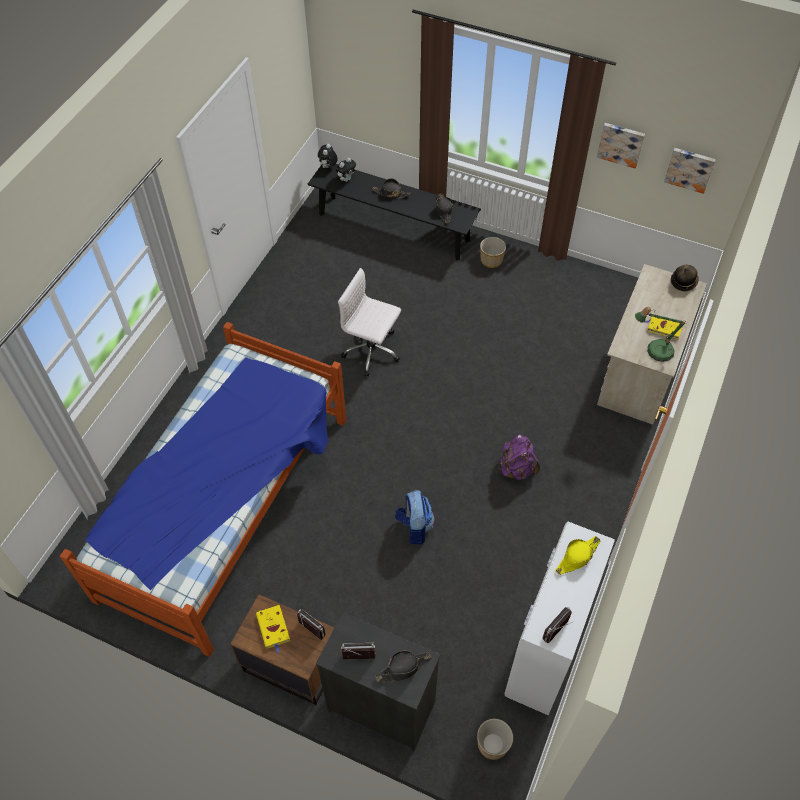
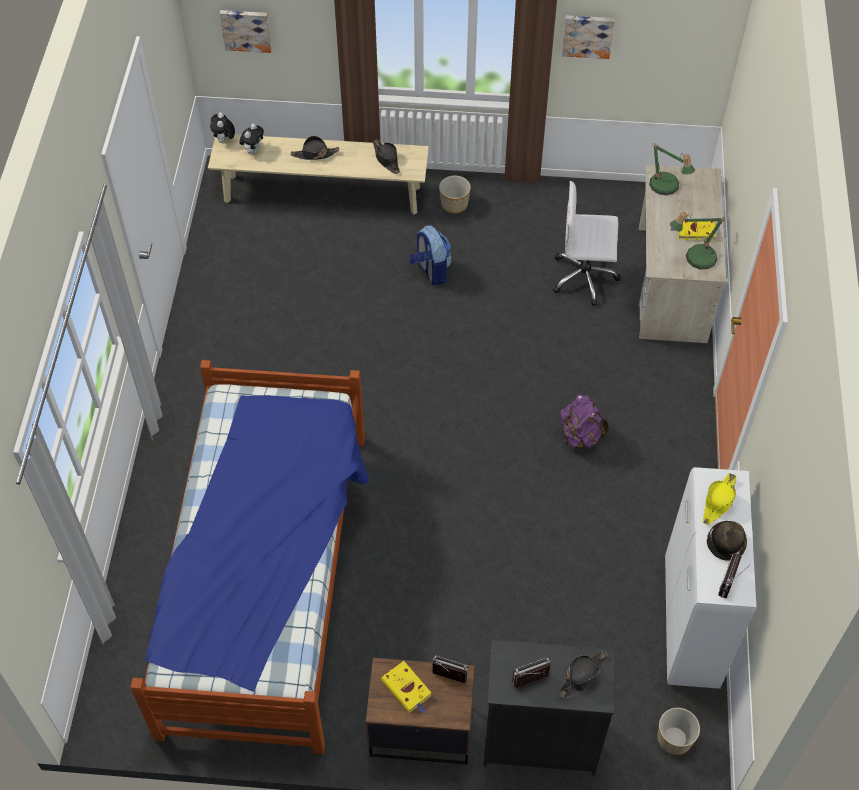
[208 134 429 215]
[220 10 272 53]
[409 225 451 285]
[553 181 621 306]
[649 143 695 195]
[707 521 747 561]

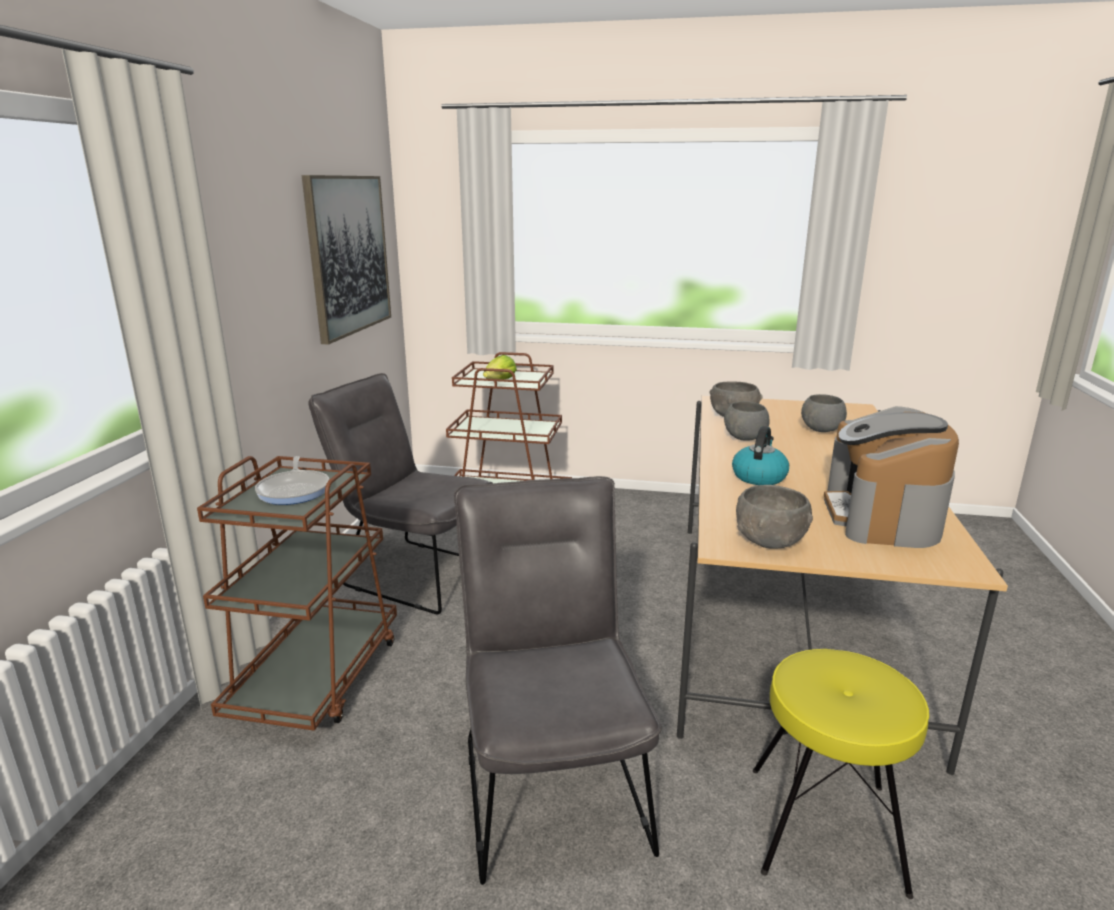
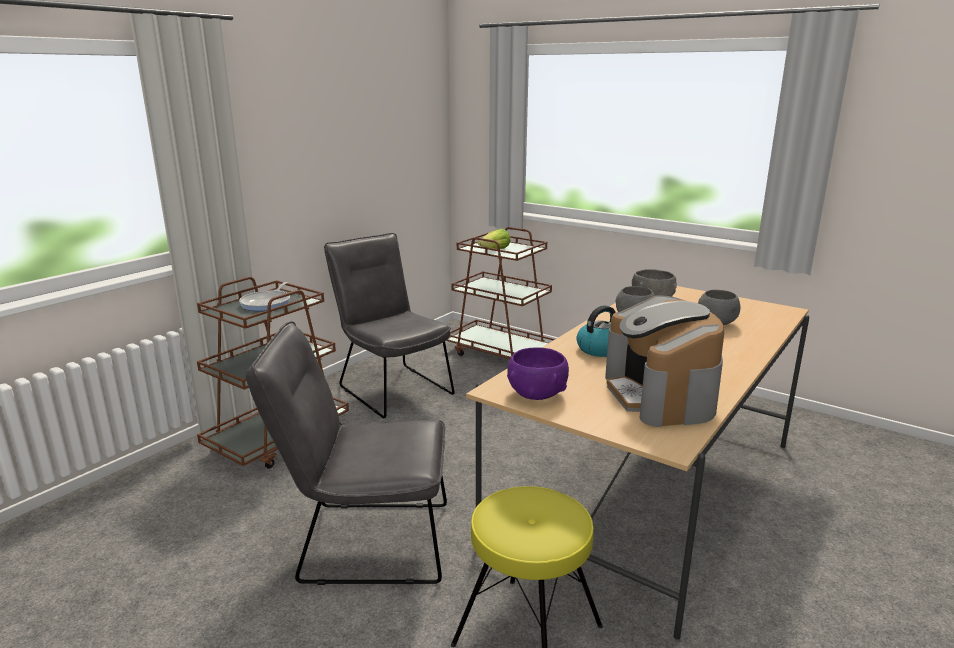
[246 321 447 585]
[507 347 569 400]
[605 295 724 427]
[302 175 391 345] (first image)

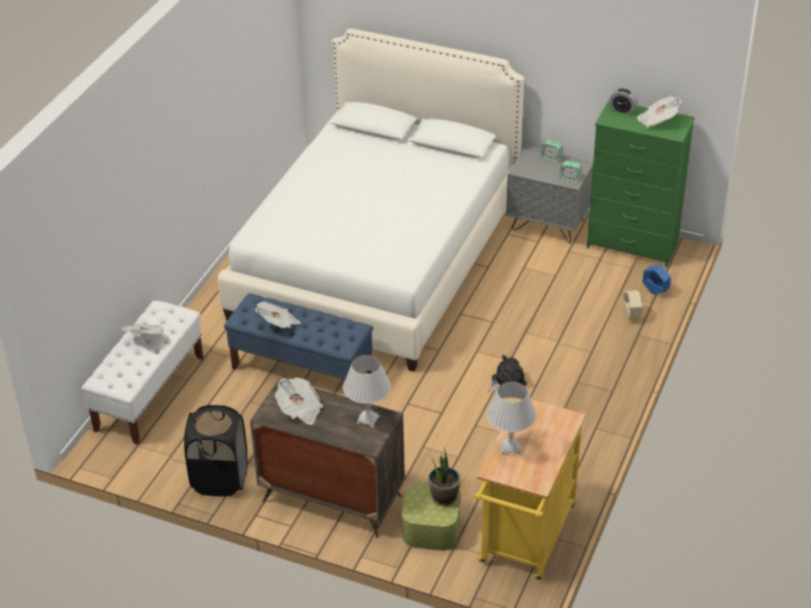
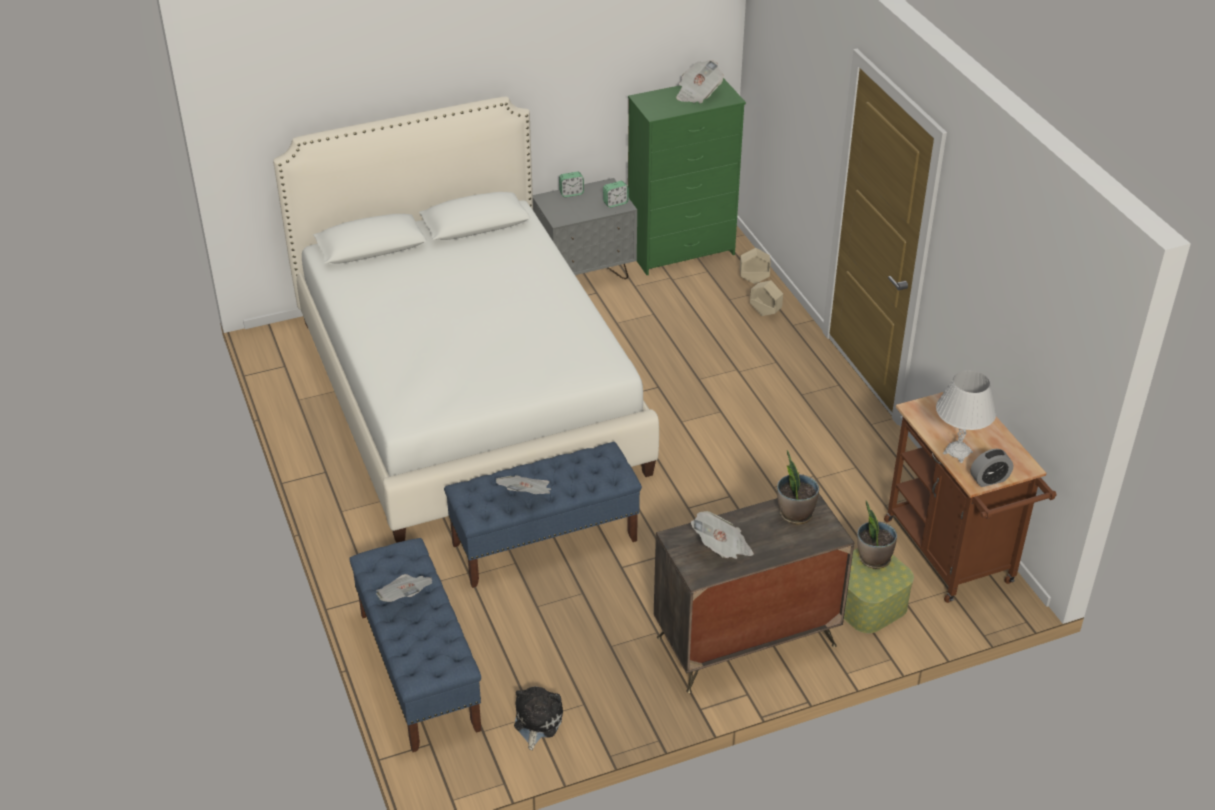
[349 538 482 752]
[514 686 563 750]
[740 248 771 284]
[777 450 819 524]
[884 392 1056 603]
[971 449 1013 487]
[184 405 247 496] (first image)

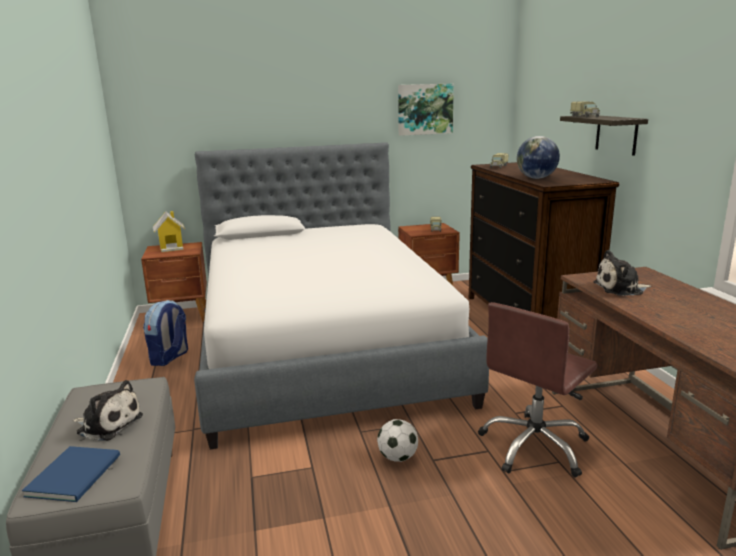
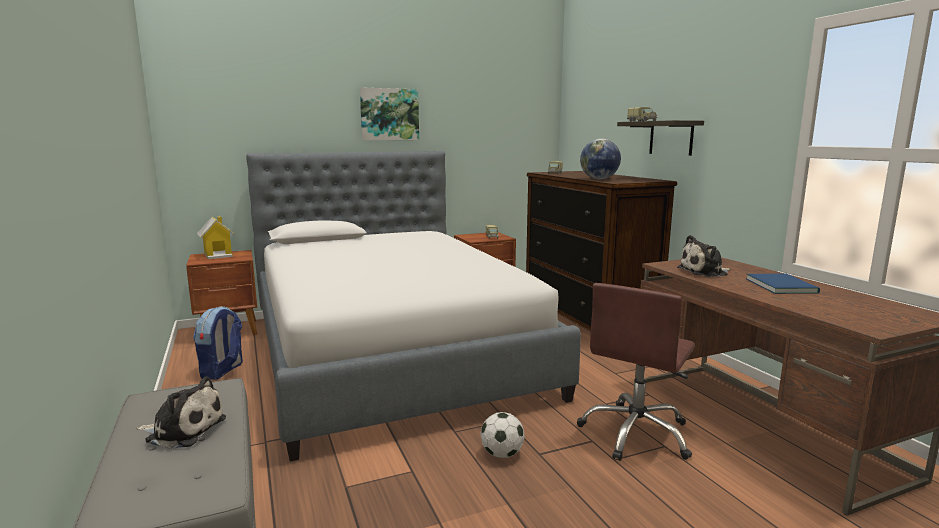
[360 87 419 140]
[746 274 820 294]

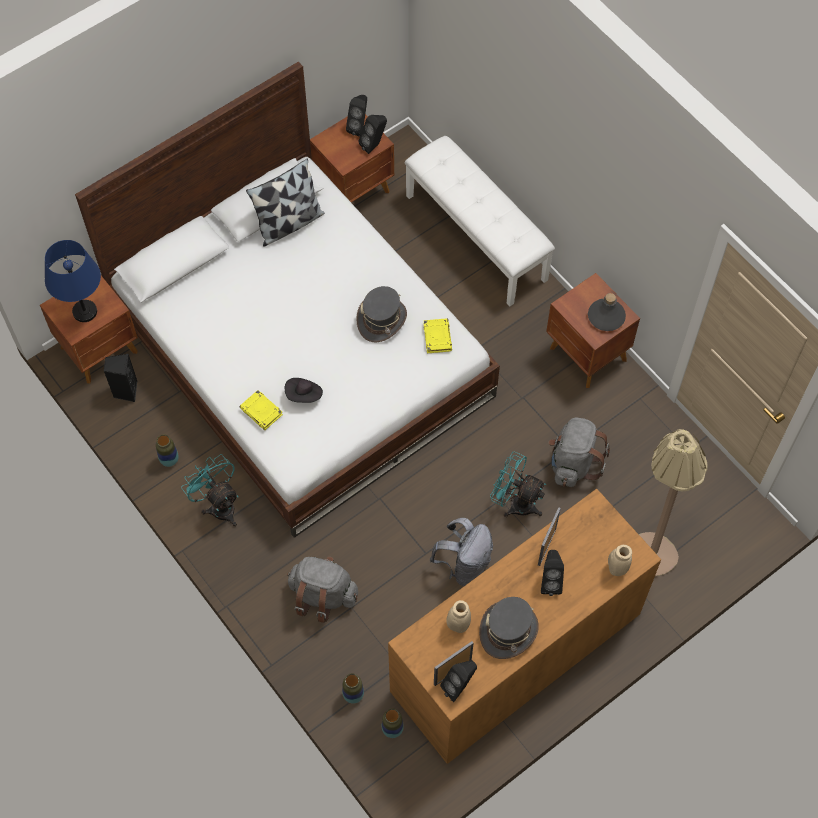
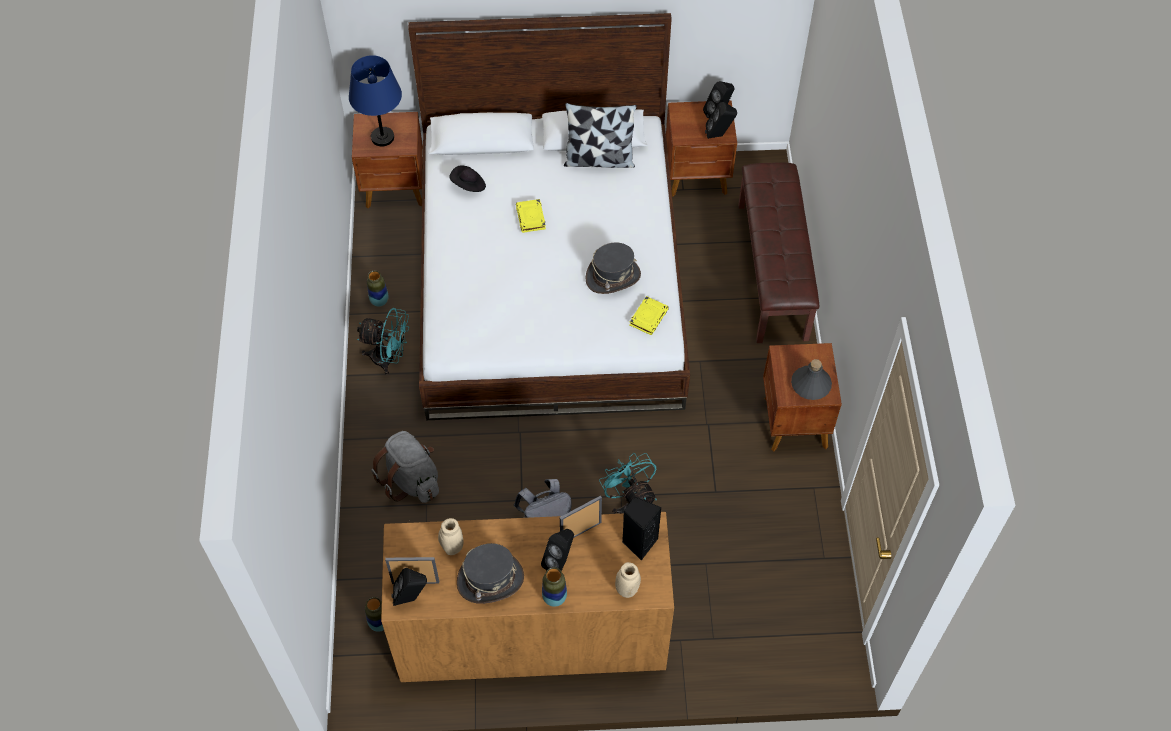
[357 308 409 375]
[449 165 486 192]
[516 199 546 233]
[542 567 567 607]
[622 496 661 560]
[738 163 819 343]
[548 418 610 487] (first image)
[639 429 708 576] (first image)

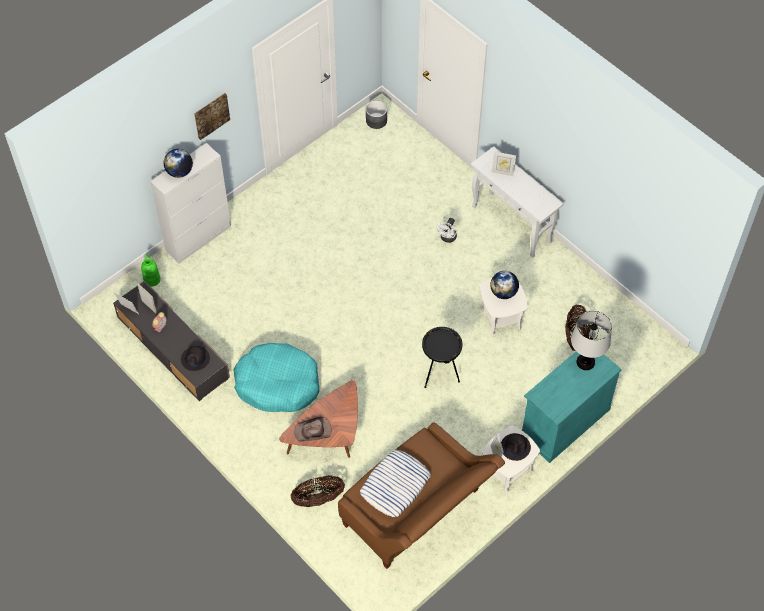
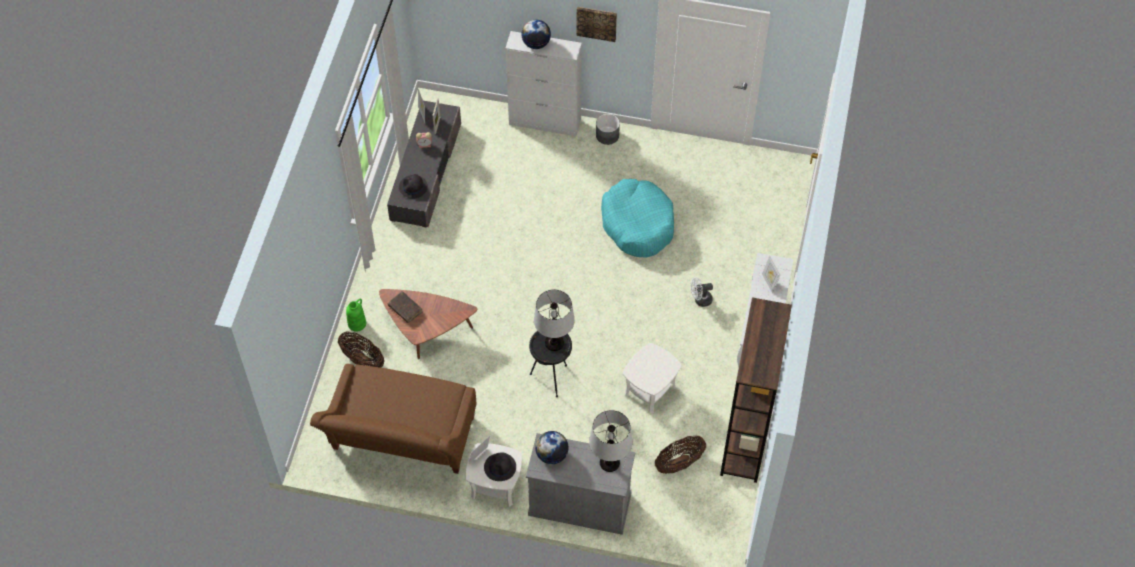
[346 299 366 332]
[388 291 423 323]
[526 433 635 535]
[534 289 575 351]
[535 431 569 464]
[596 114 620 145]
[601 179 674 258]
[720 297 792 483]
[360 450 431 517] (first image)

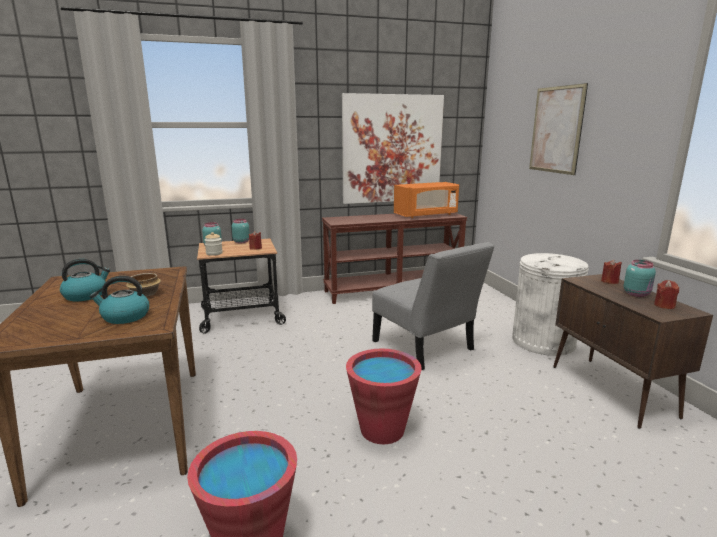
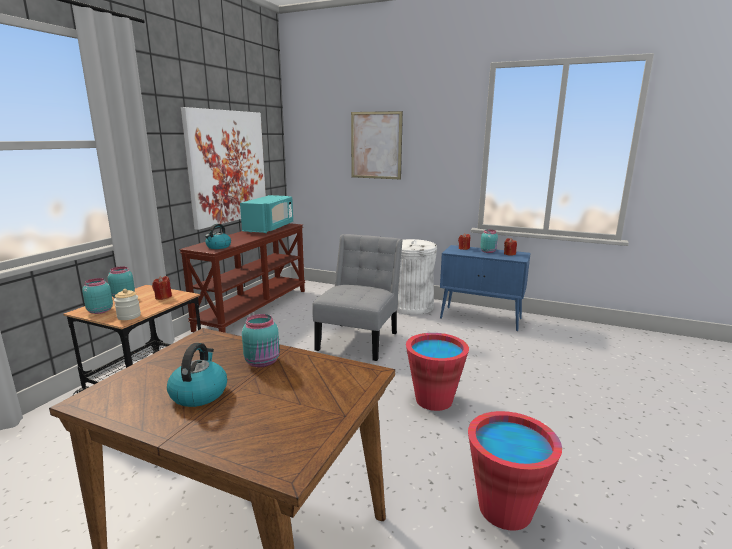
[205 224 231 249]
[240 195 293 233]
[242 314 280 367]
[312 234 402 361]
[440 245 531 331]

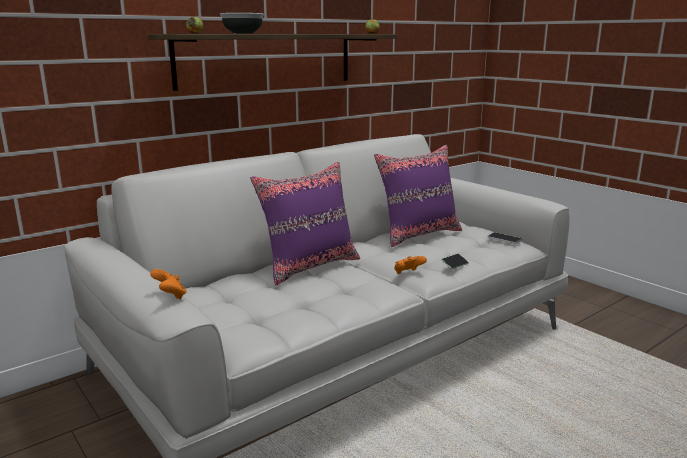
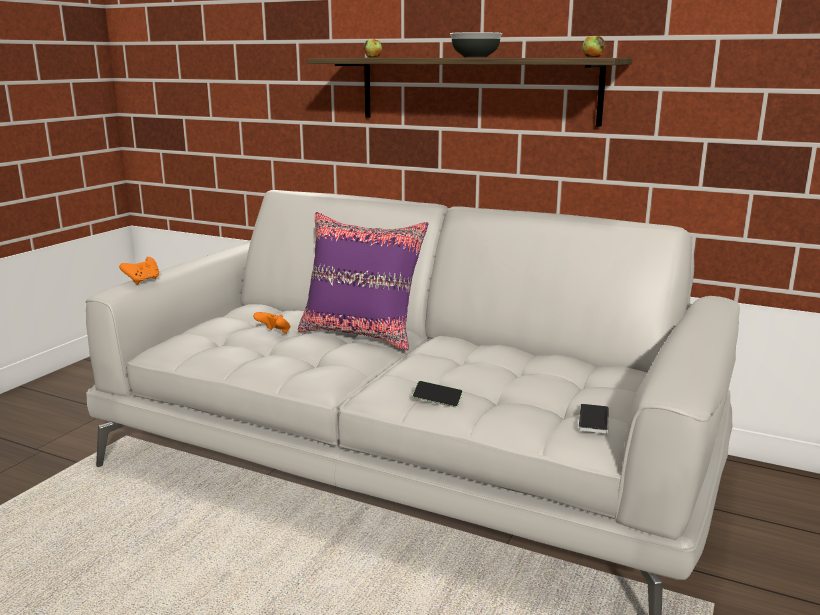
[253 312 290 334]
[450 32 502 57]
[374 145 462 247] (first image)

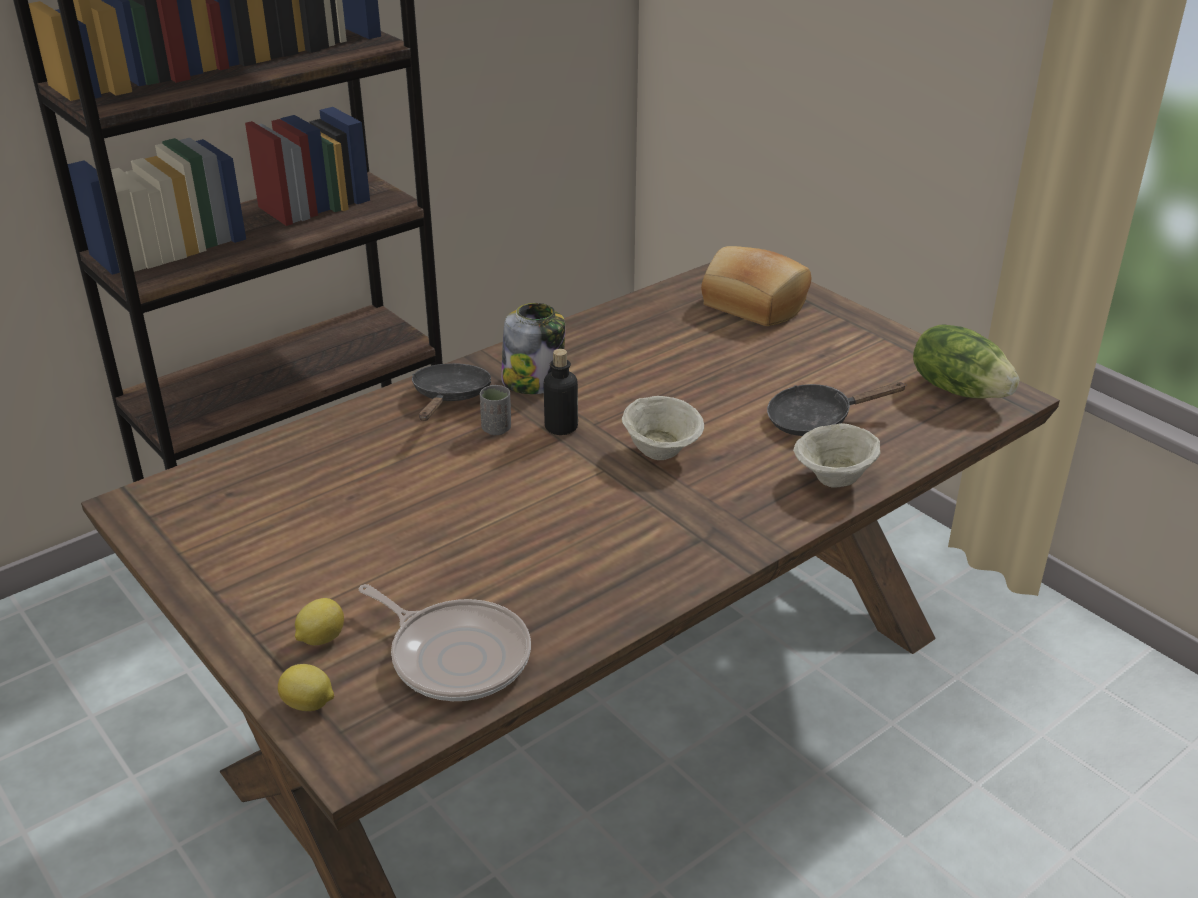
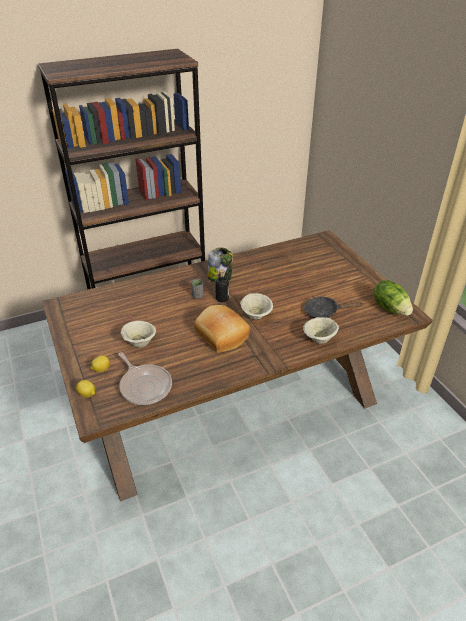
[121 321 156 348]
[194 305 250 353]
[412 363 491 421] (first image)

